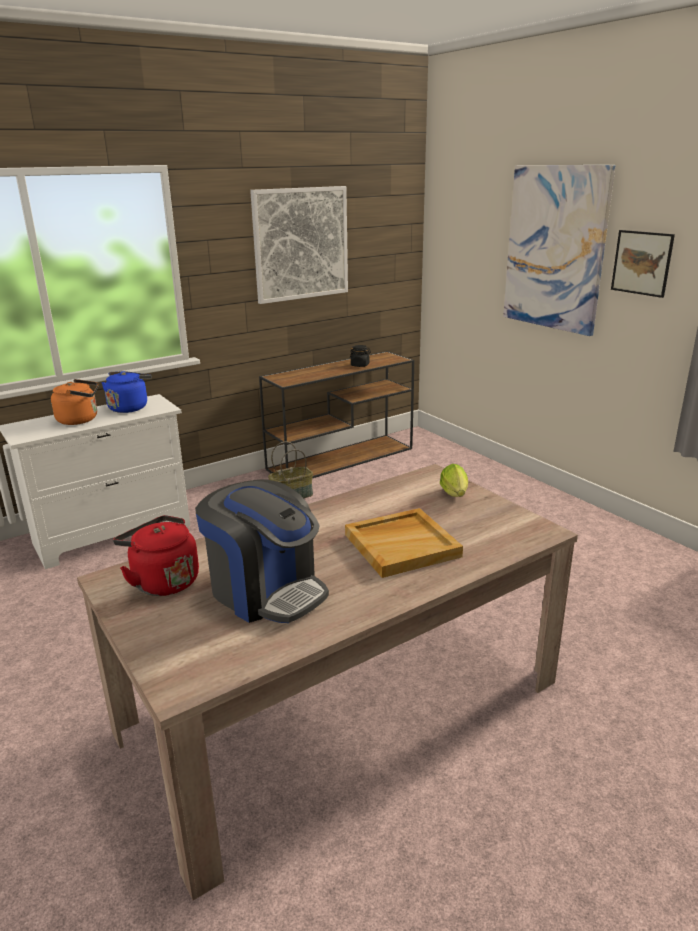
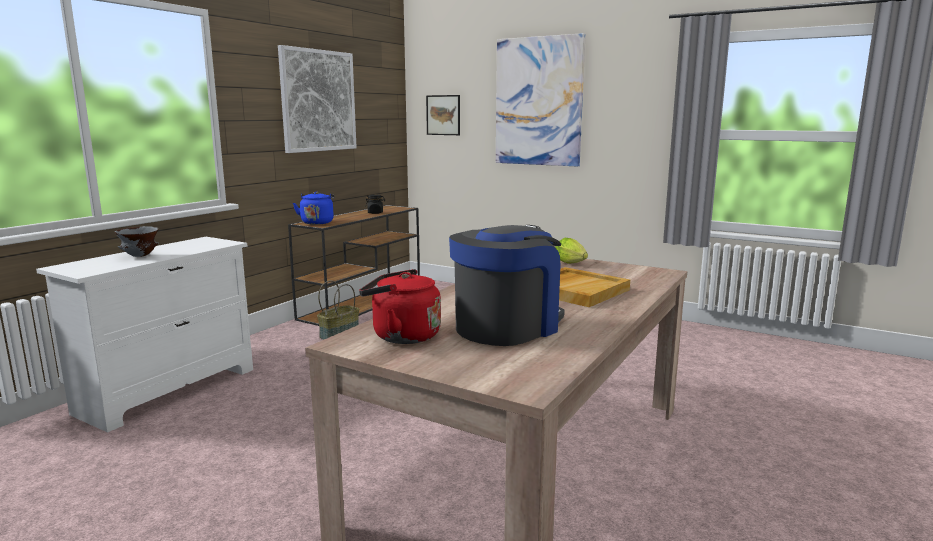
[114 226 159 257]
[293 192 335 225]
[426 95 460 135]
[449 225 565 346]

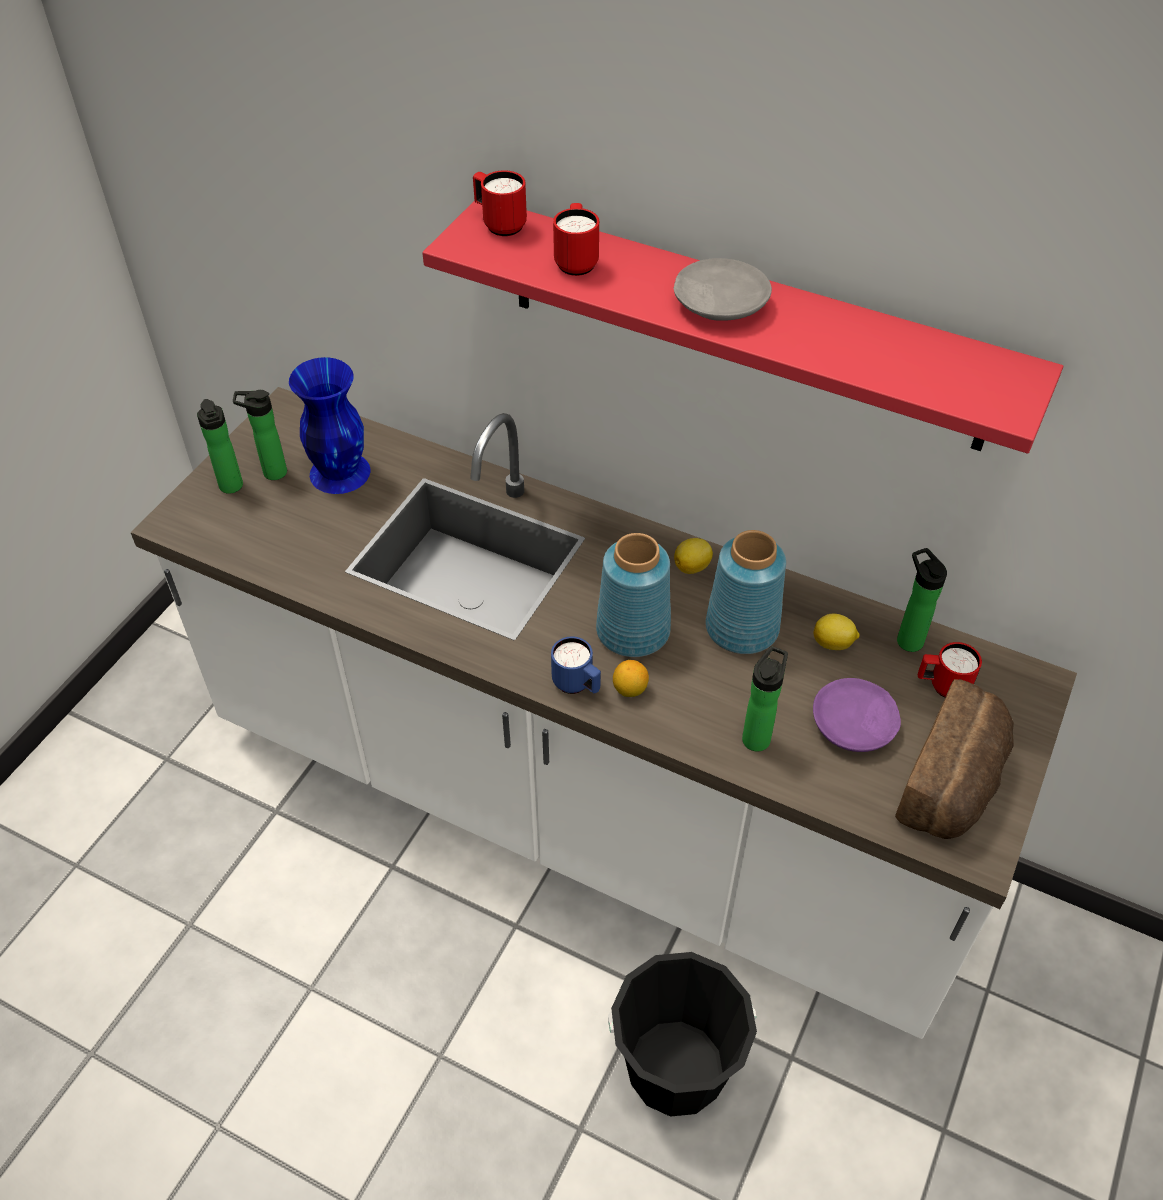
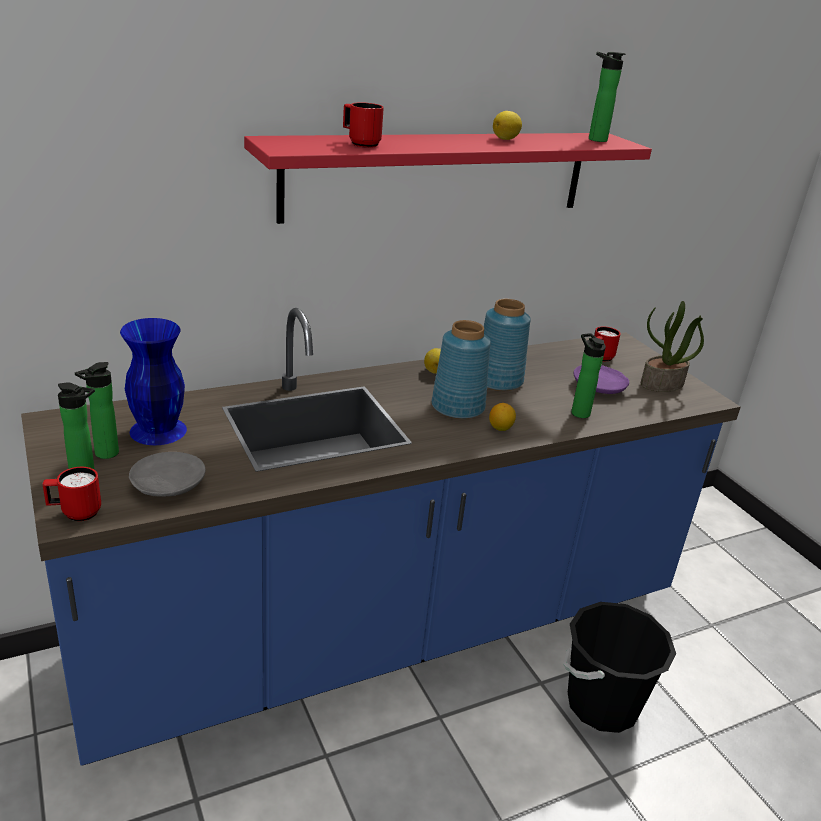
[21 308 741 766]
[43 467 101 521]
[129 452 206 497]
[493 111 522 140]
[589 51 625 142]
[641 301 704 392]
[551 636 601 694] (first image)

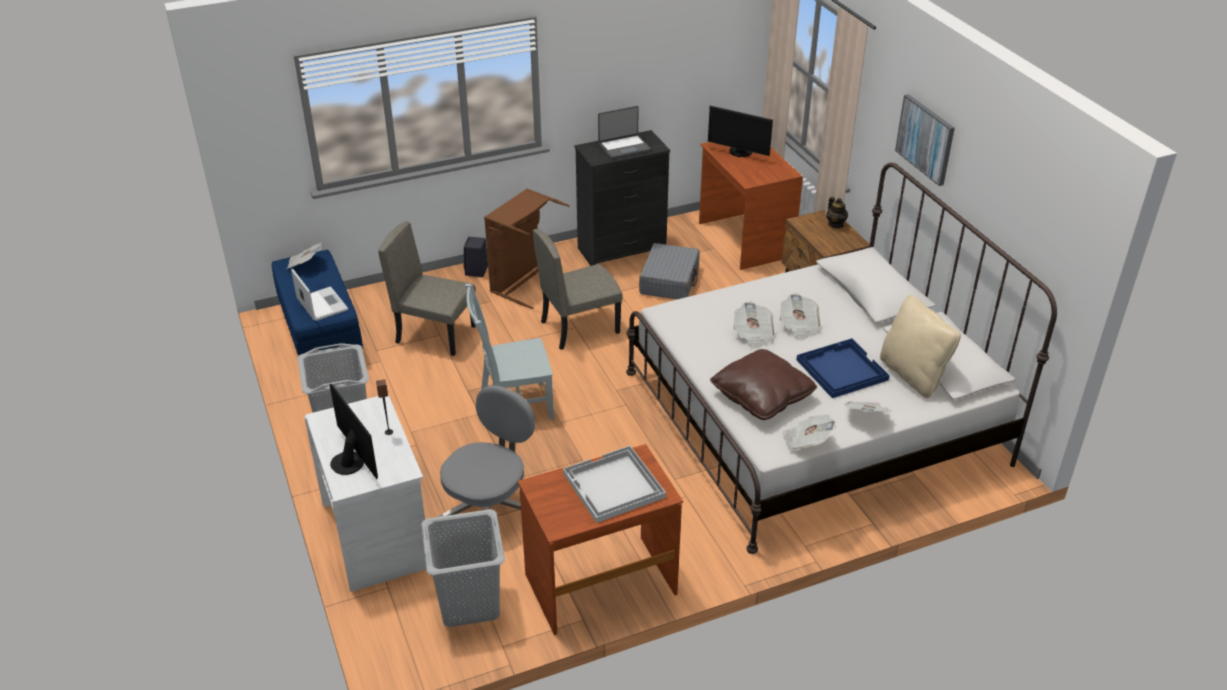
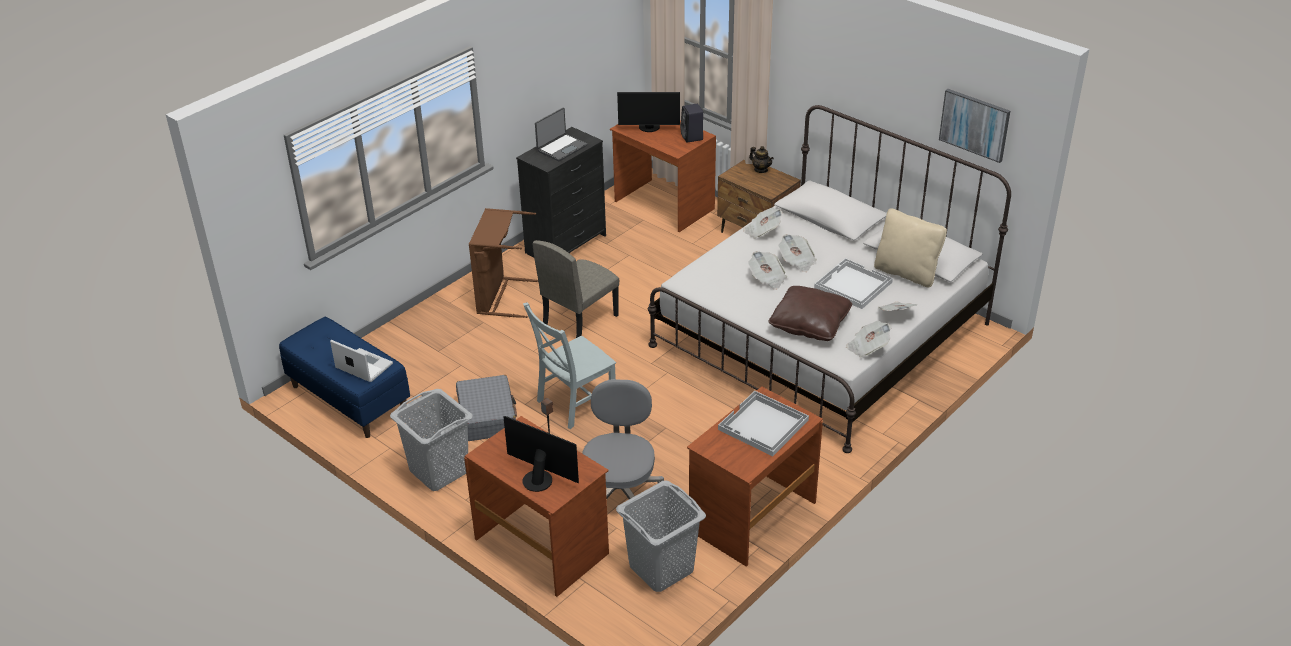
[456 375 517 441]
[464 416 609 597]
[680 104 703 143]
[743 207 783 239]
[814 258 893 309]
[939 89 1010 163]
[378 221 476 356] (first image)

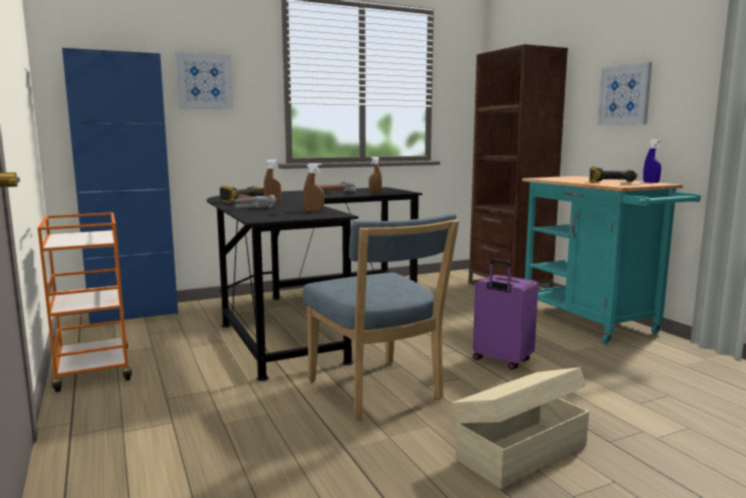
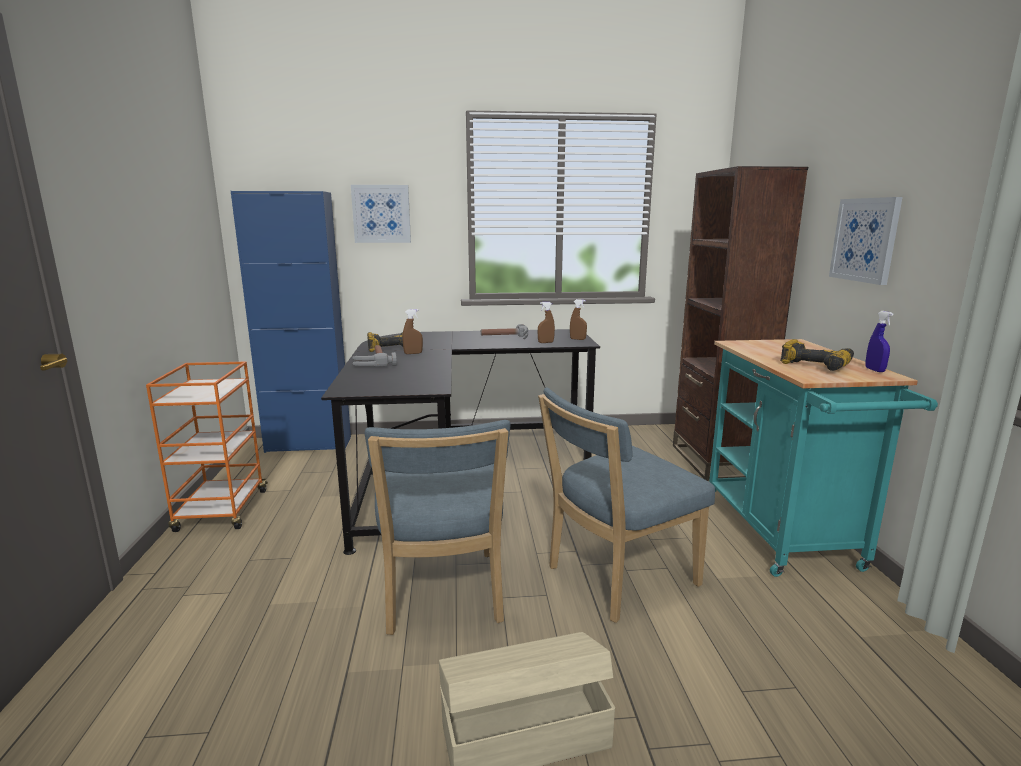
[538 387 715 623]
[570 299 587 340]

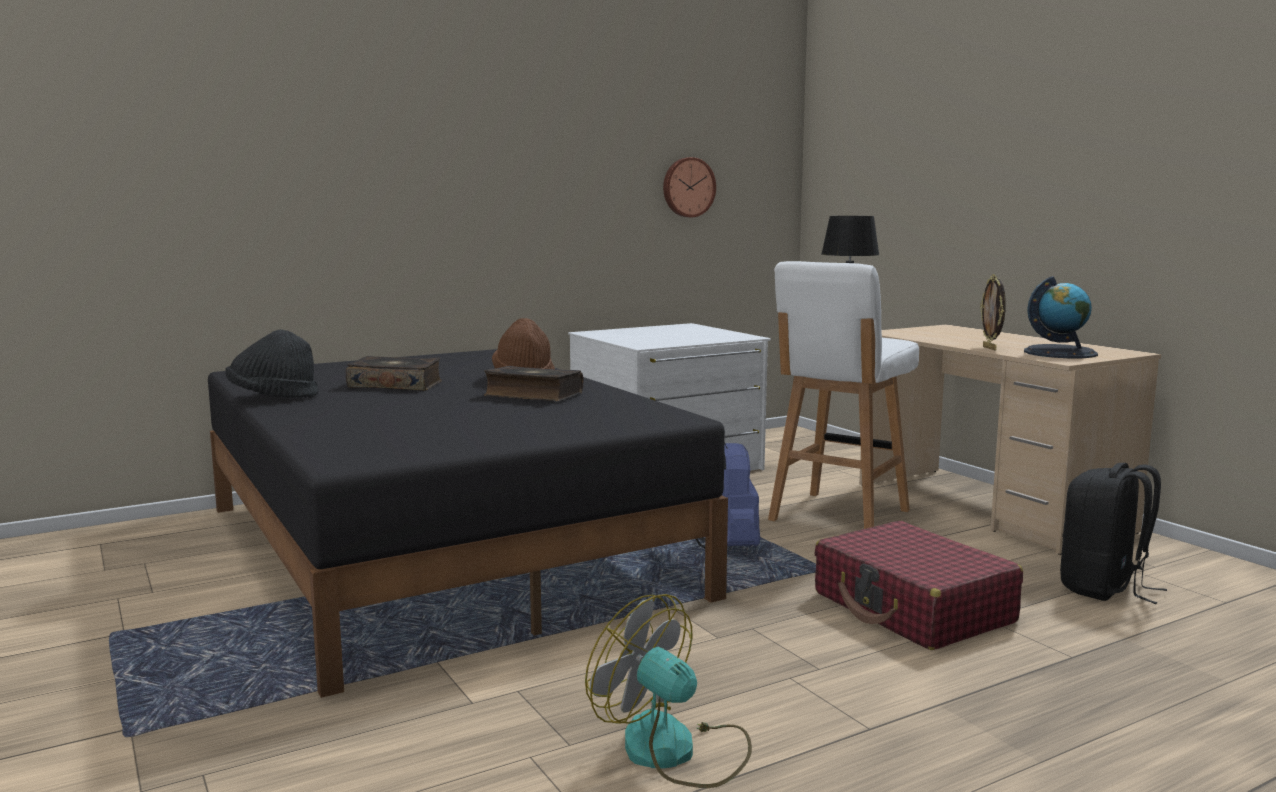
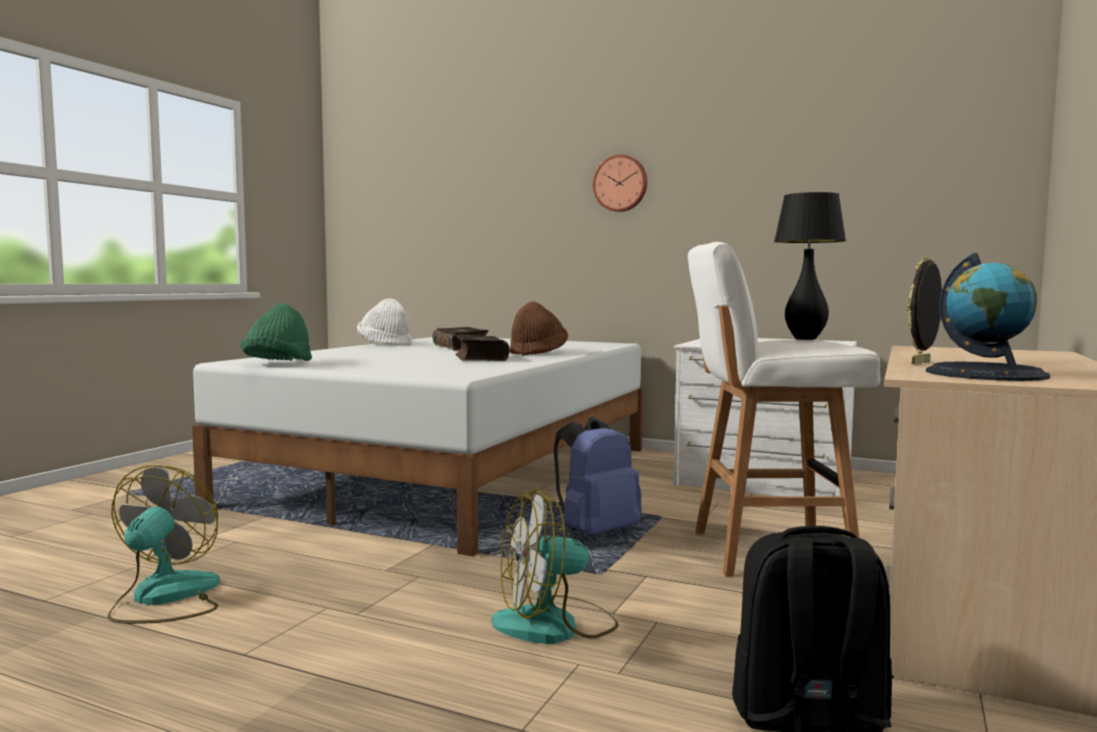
[192 337 643 557]
[240 303 312 361]
[357 298 412 346]
[491 489 618 644]
[593 154 647 212]

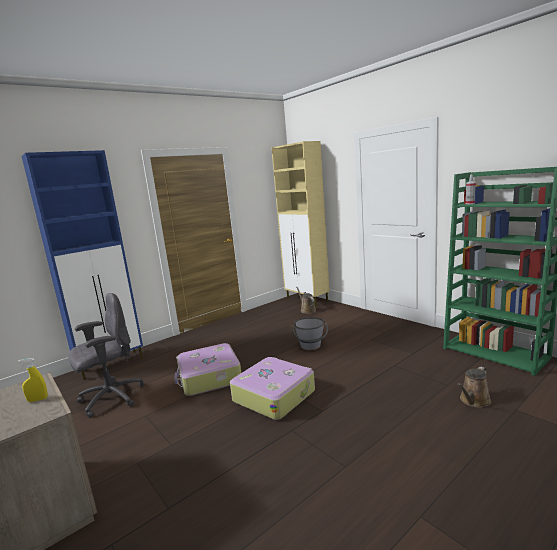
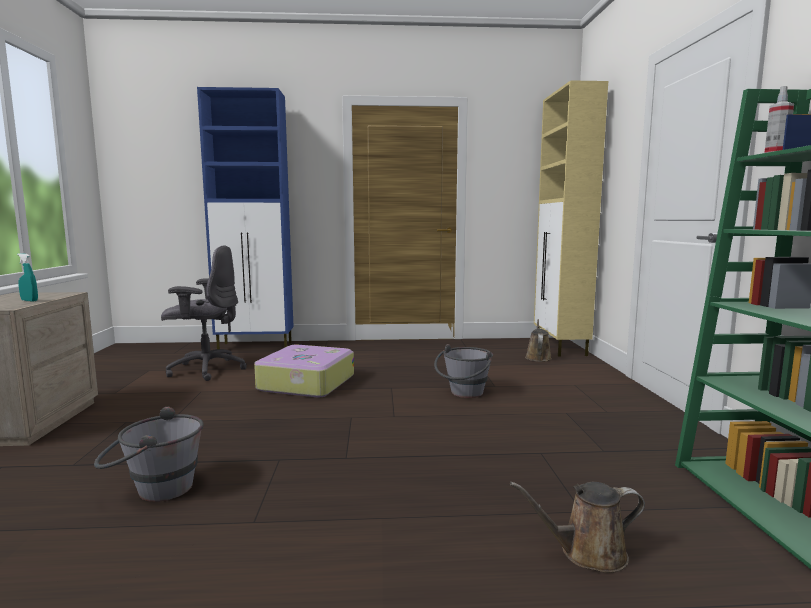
[17 253 38 302]
[94 407 204 502]
[230 357 315 420] (first image)

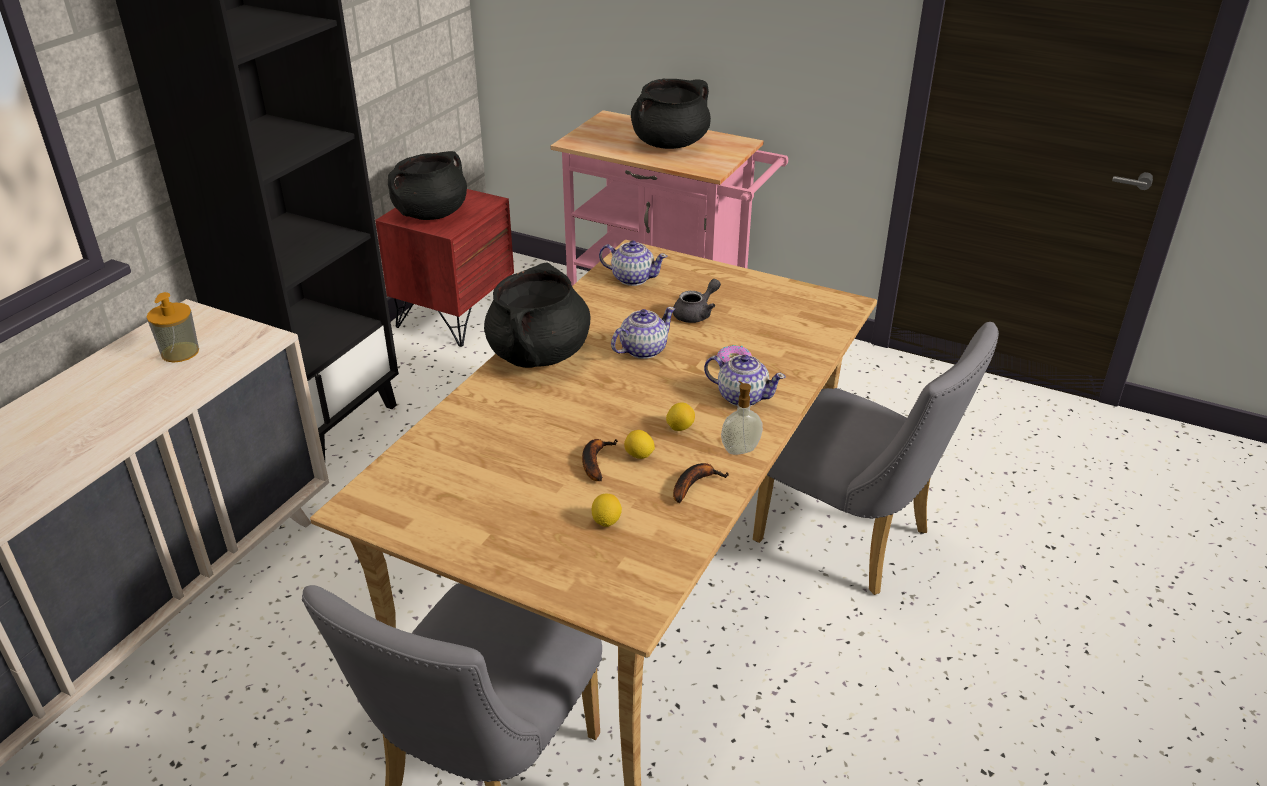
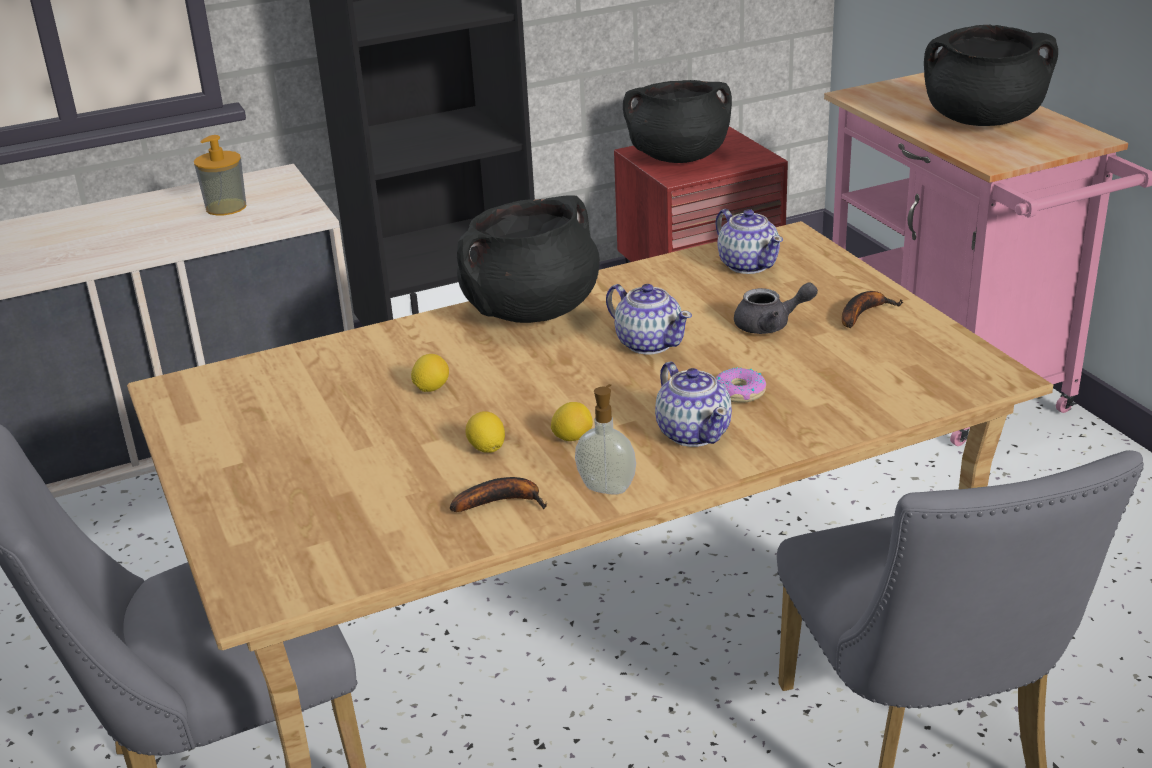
[411 354 449 392]
[606 284 692 355]
[842 291 903 328]

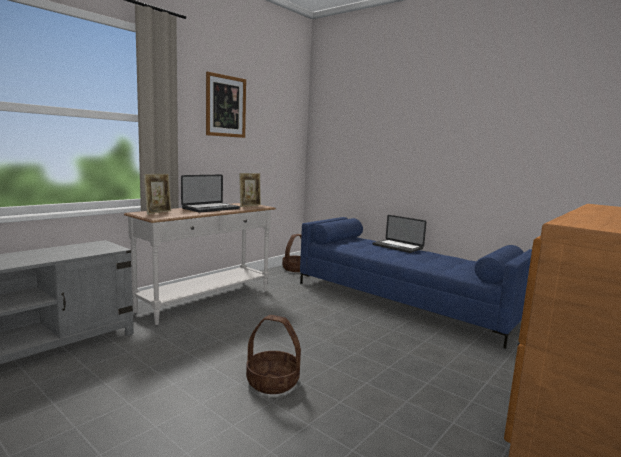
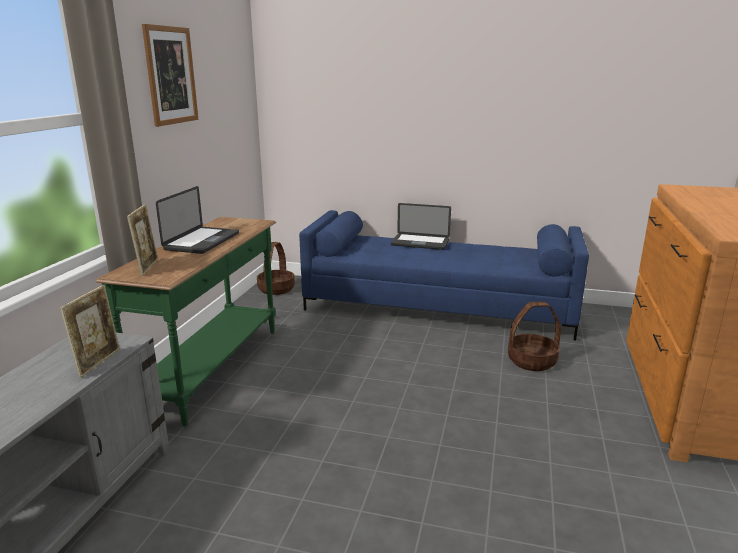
[60 285 120 378]
[96 217 276 426]
[508 301 561 371]

